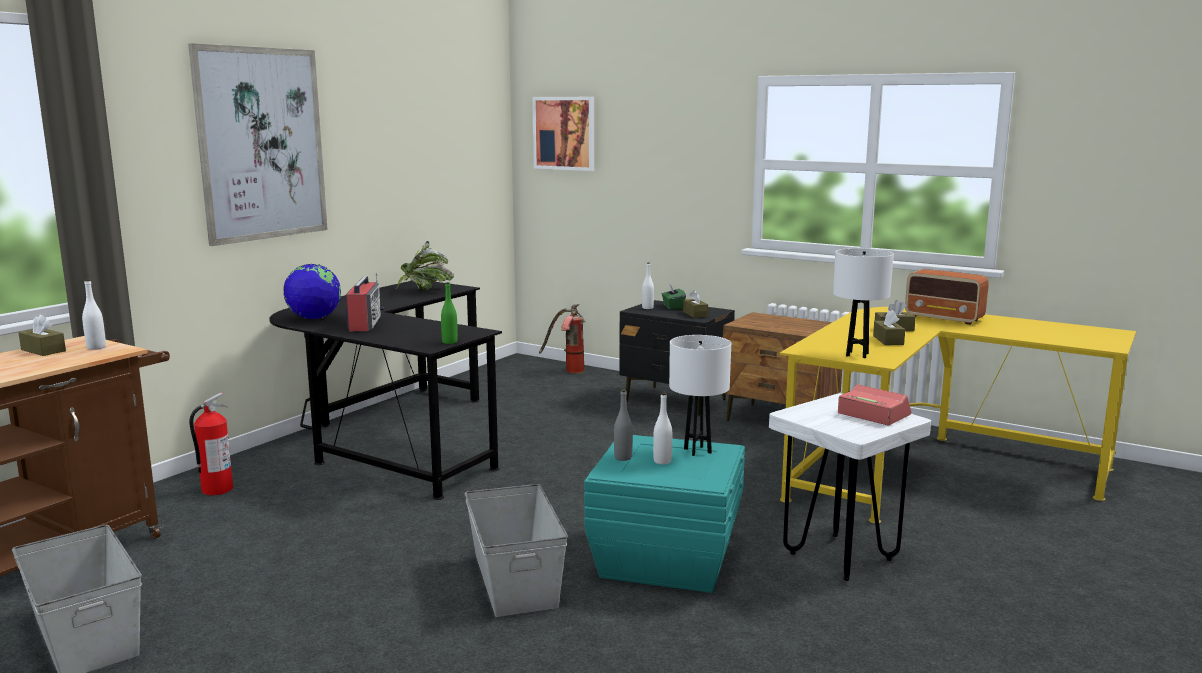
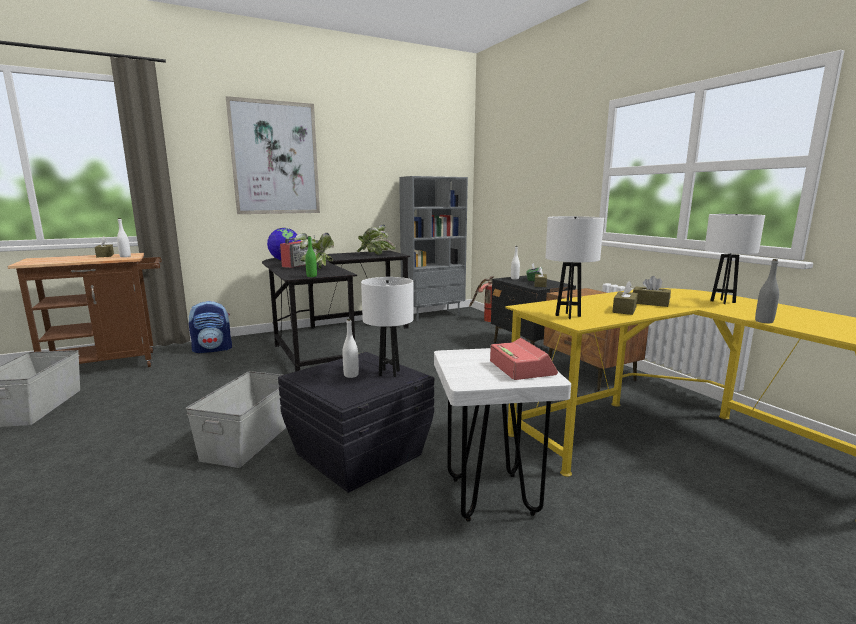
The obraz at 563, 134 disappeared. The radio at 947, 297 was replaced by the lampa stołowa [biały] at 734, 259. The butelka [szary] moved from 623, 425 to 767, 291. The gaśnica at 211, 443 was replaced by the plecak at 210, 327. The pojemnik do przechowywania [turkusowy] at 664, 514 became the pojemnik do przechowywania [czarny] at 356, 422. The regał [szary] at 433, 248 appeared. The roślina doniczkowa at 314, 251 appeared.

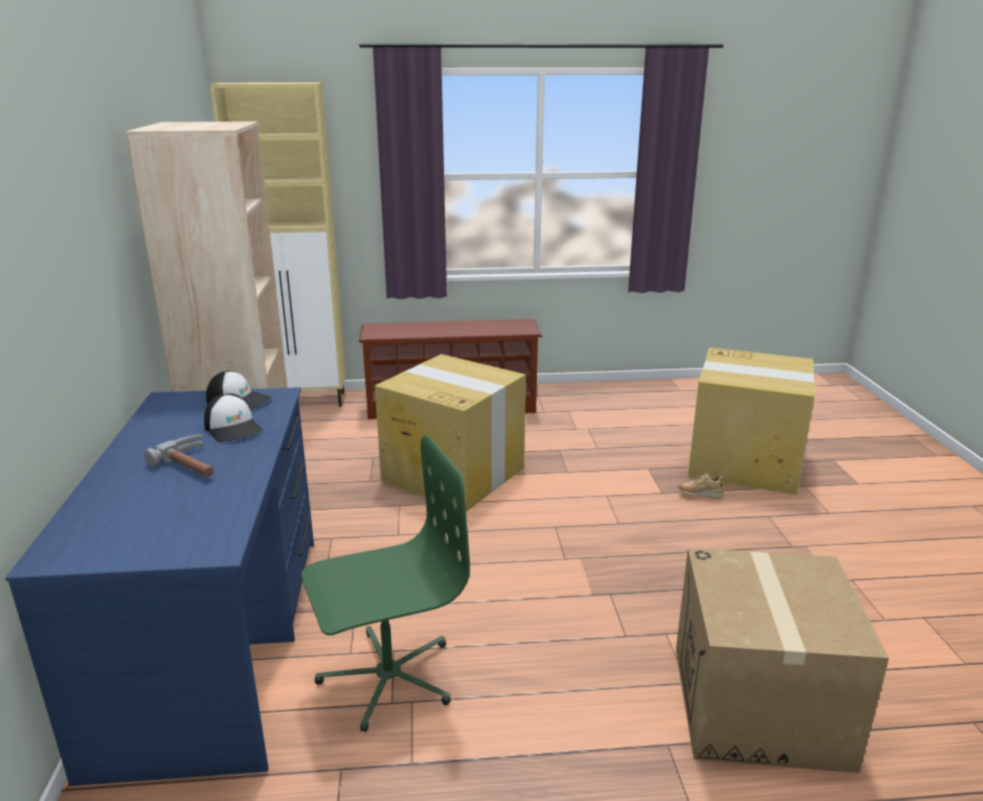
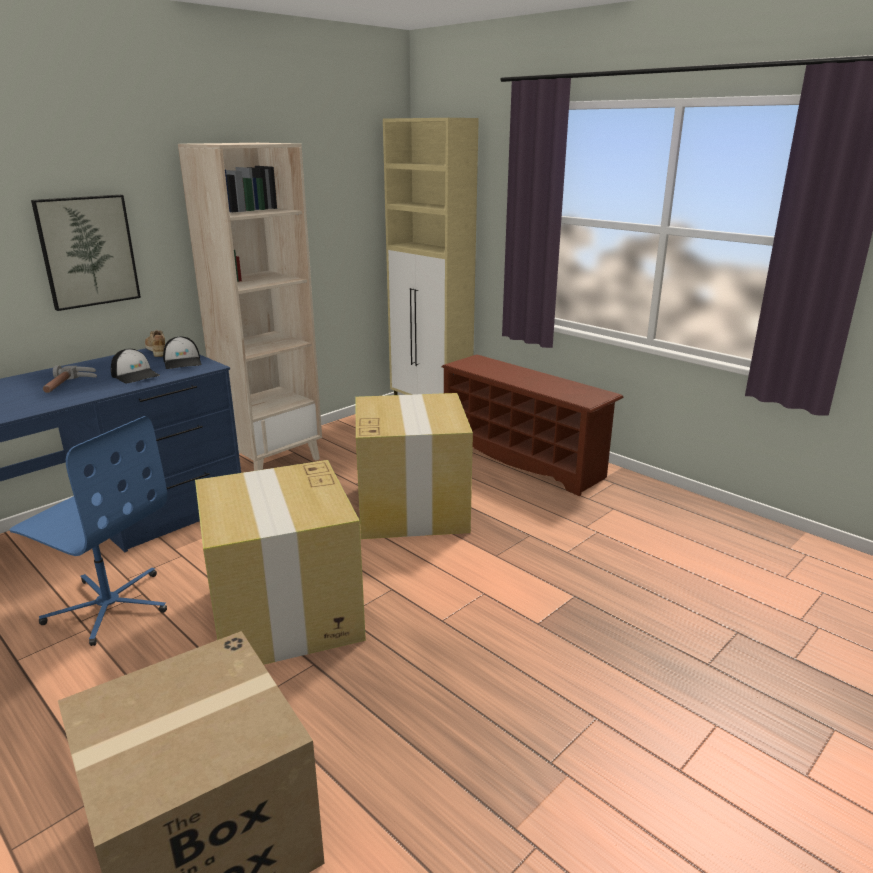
The karton moved from 751, 421 to 280, 562. The czapka z daszkiem at 233, 417 turned 60 degrees counterclockwise. The krzesło biurowe [zielony] at 385, 583 became the krzesło biurowe [niebieski] at 88, 531. The but [beżowy] moved from 701, 485 to 155, 343. The obraz at 86, 253 appeared.

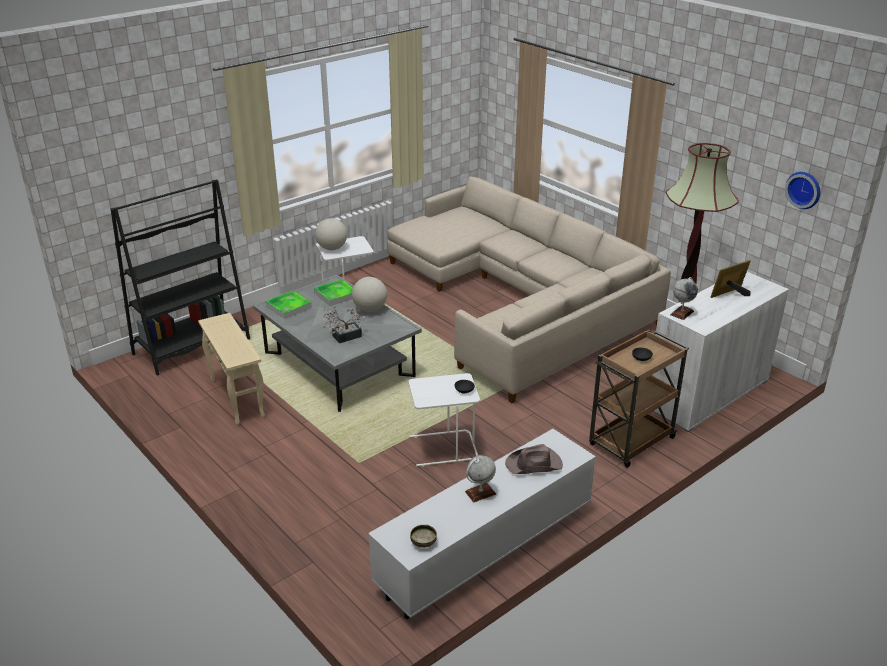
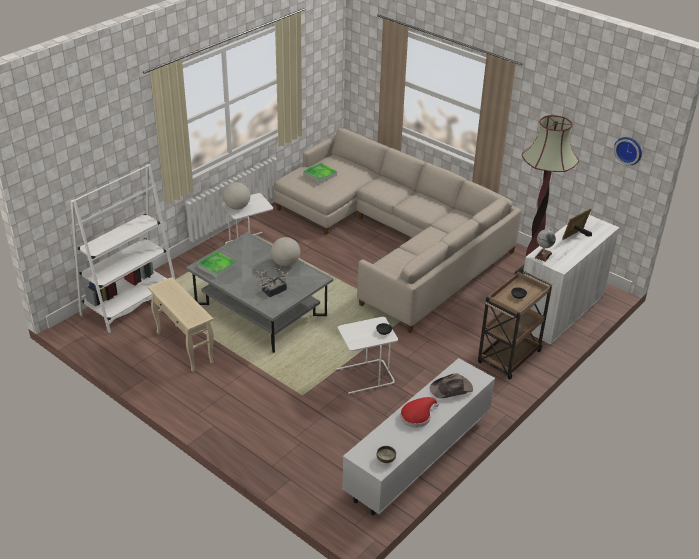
The regał [czarny] at 180, 277 became the regał [biały] at 123, 248. The taca moved from 333, 292 to 320, 173. The globus at 480, 478 was replaced by the kapelusz [czerwony] at 419, 412.

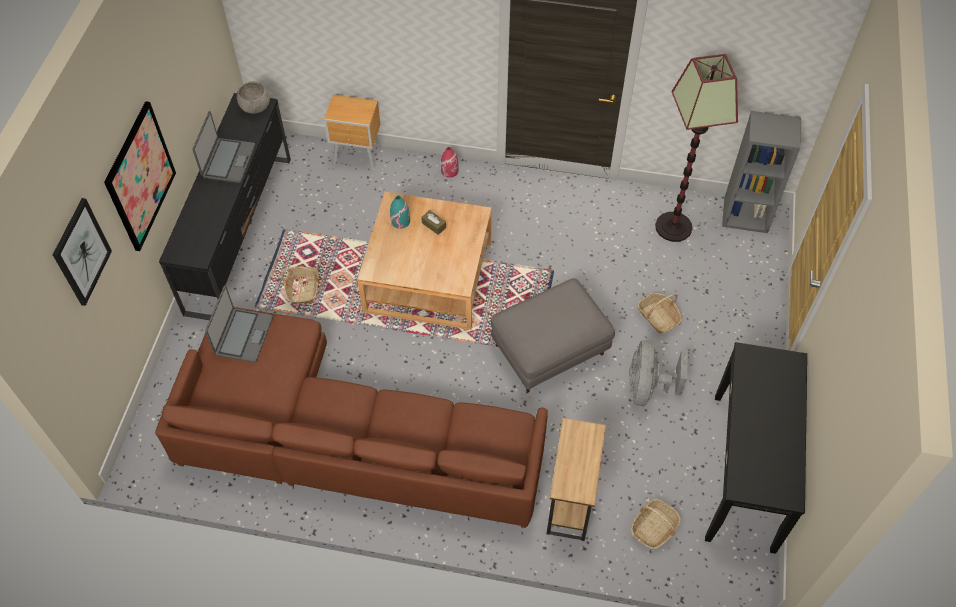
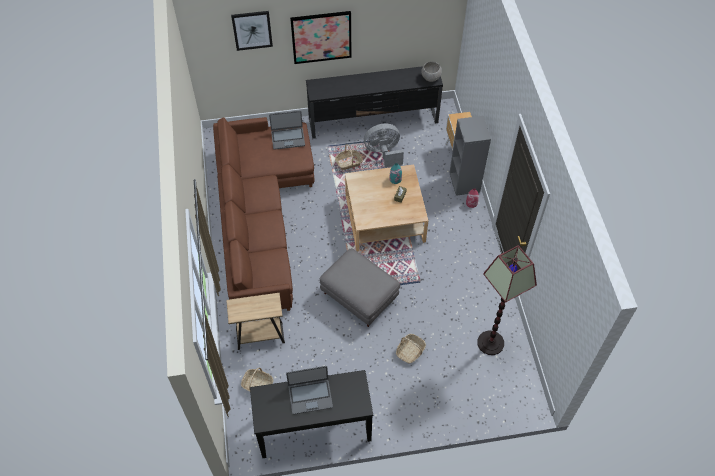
The laptop moved from 223, 147 to 309, 390. The regał [szary] moved from 761, 172 to 470, 156. The wentylator [szary] moved from 658, 373 to 384, 145.

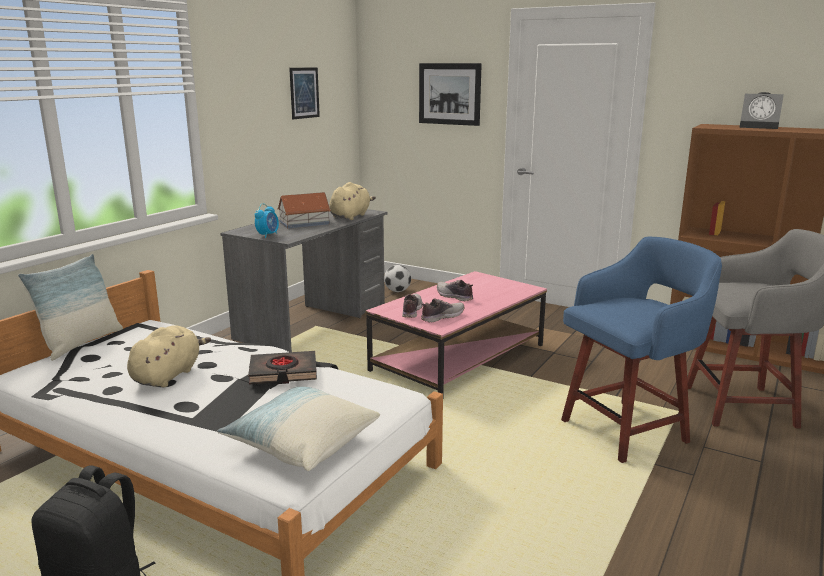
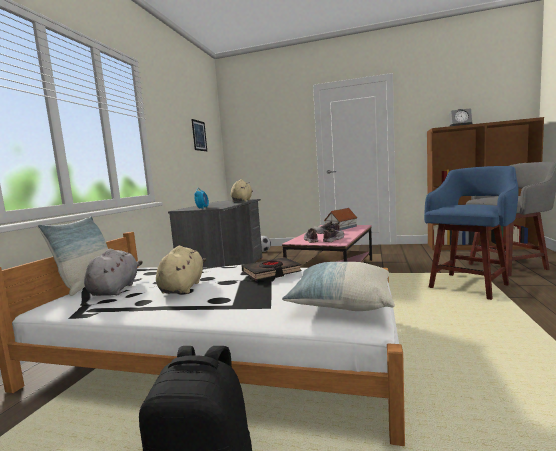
The obraz at 450, 94 disappeared. The domek moved from 304, 210 to 341, 219. The pluszak [szary] at 113, 272 appeared.

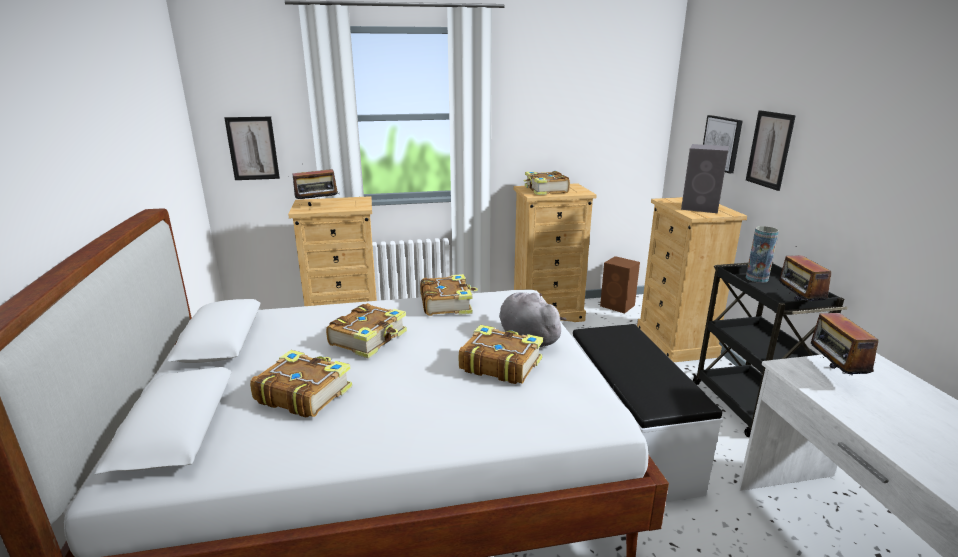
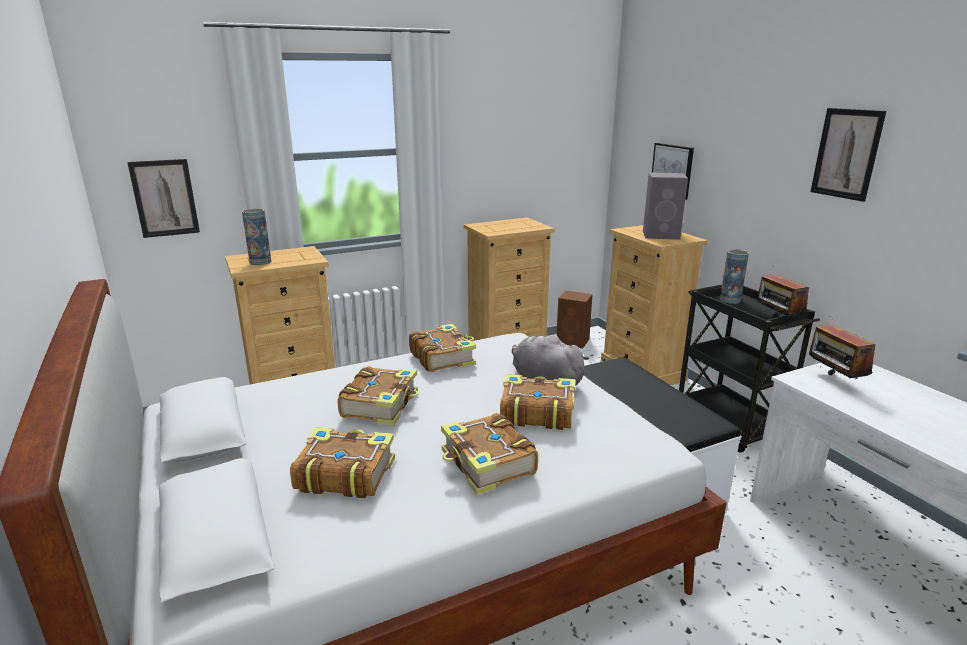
The obraz moved from 771, 150 to 848, 155. The radio at 316, 185 was replaced by the wazon at 256, 237. The książka moved from 546, 183 to 489, 454.

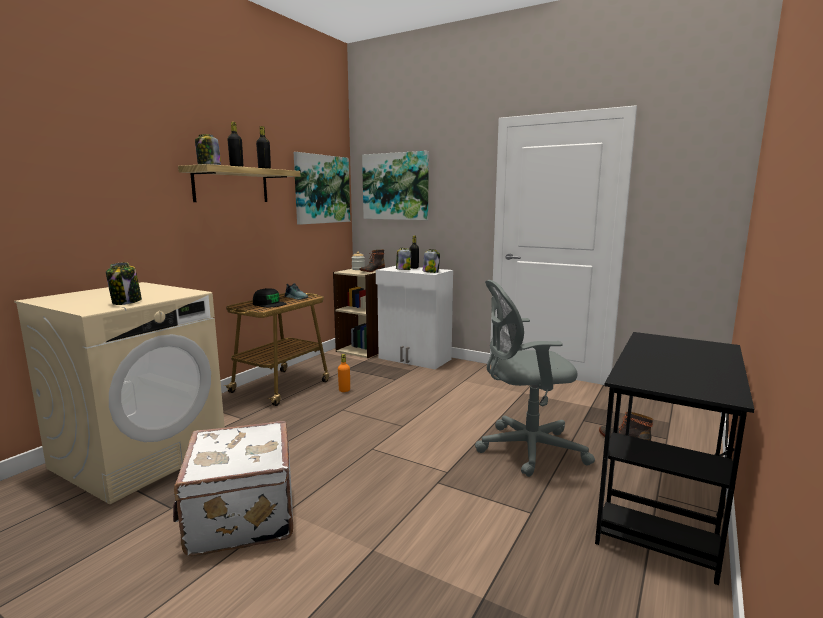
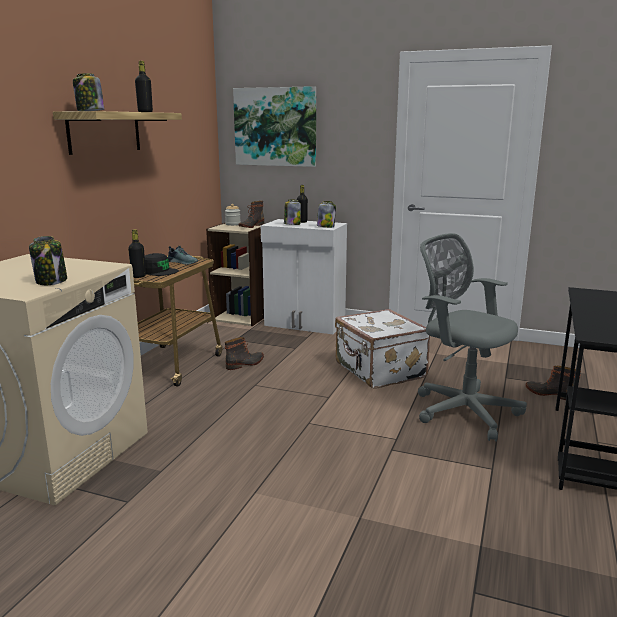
The butelka [czarny] moved from 235, 144 to 137, 253. The obraz at 322, 188 disappeared. The krzesło biurowe [szary] at 535, 378 turned 60 degrees clockwise. The butelka [pomarańczowy] at 344, 373 was replaced by the but z cholewką at 244, 353. The walizka [biały] moved from 233, 488 to 382, 349.

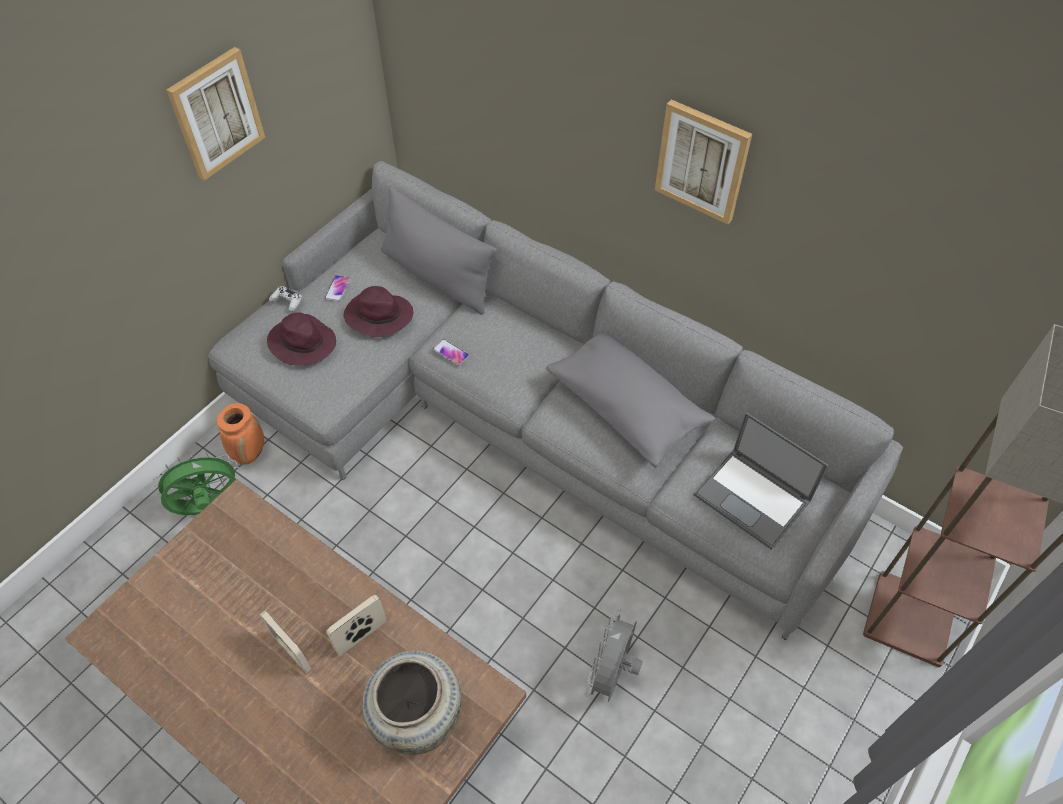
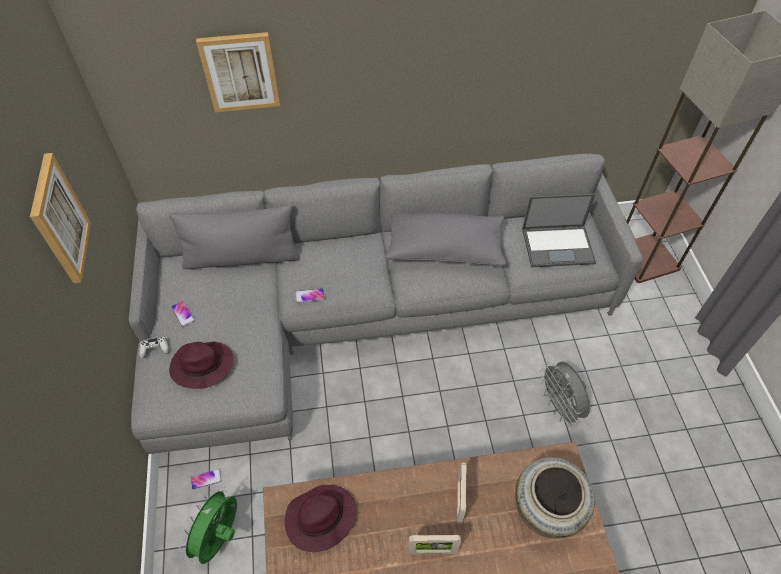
The obraz moved from 703, 162 to 238, 72. The kapelusz [fioletowy] moved from 378, 311 to 320, 518. The wazon [pomarańczowy] at 240, 434 was replaced by the telefon at 206, 479.

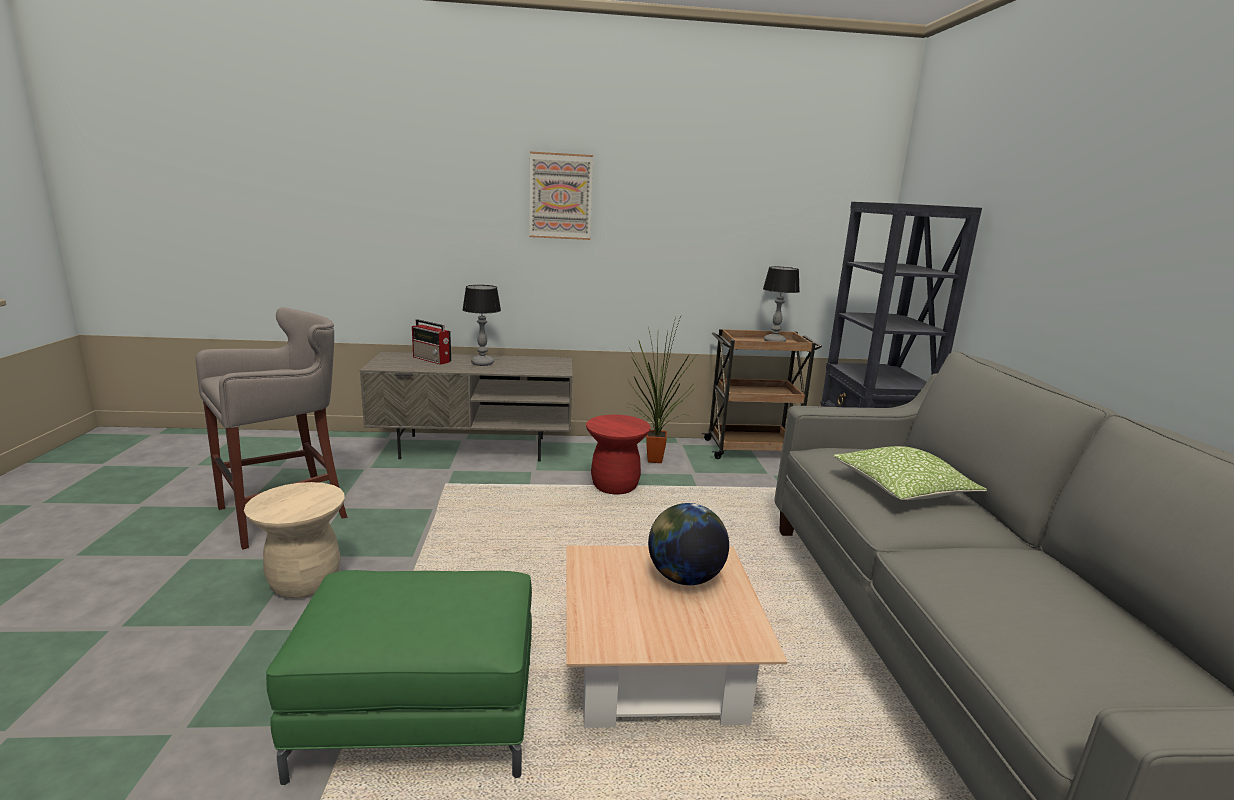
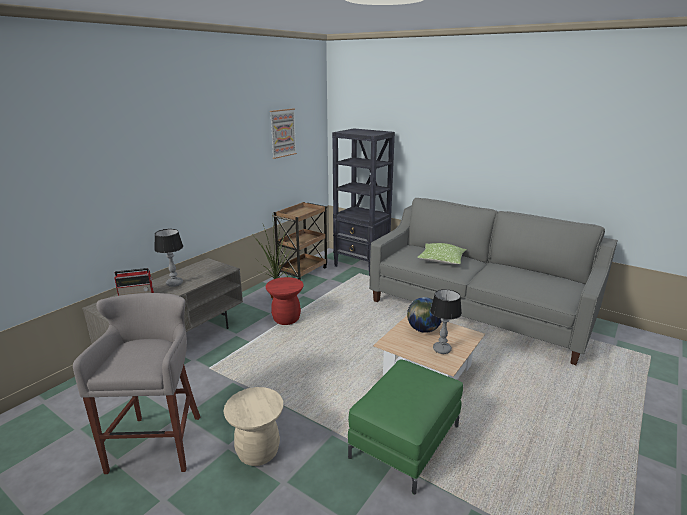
The obraz moved from 561, 196 to 283, 133. The lampa stołowa moved from 781, 304 to 446, 321.

